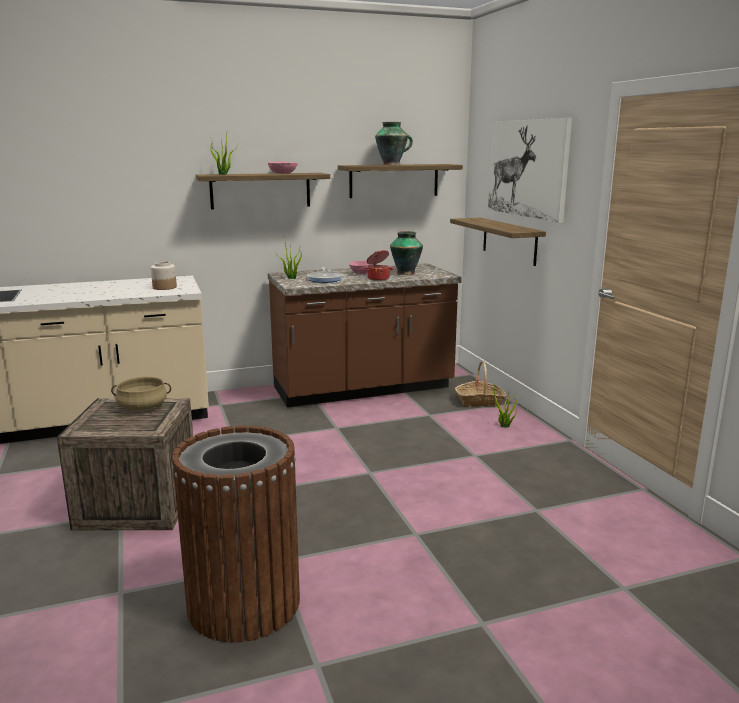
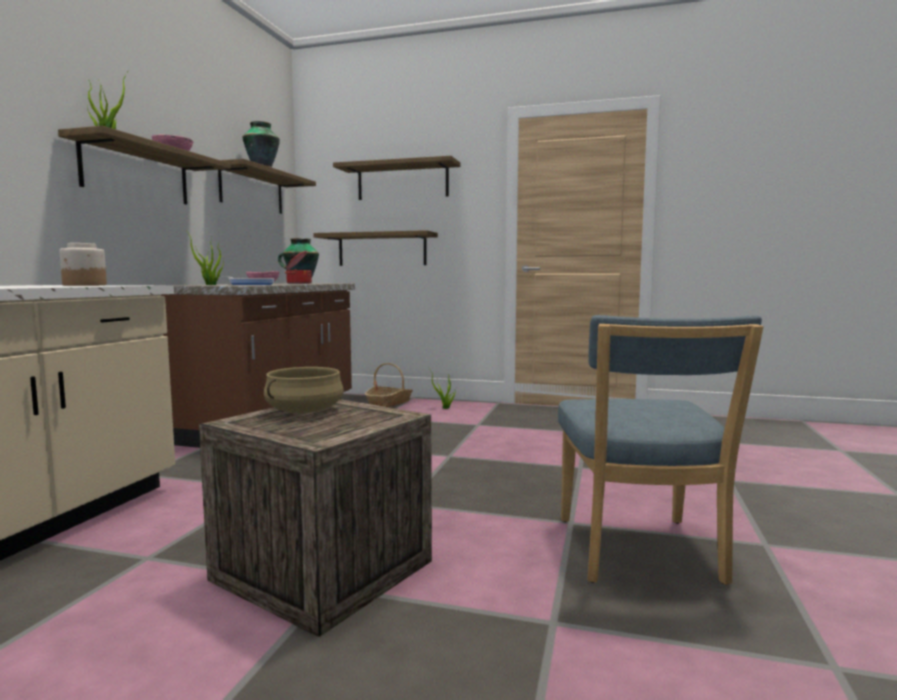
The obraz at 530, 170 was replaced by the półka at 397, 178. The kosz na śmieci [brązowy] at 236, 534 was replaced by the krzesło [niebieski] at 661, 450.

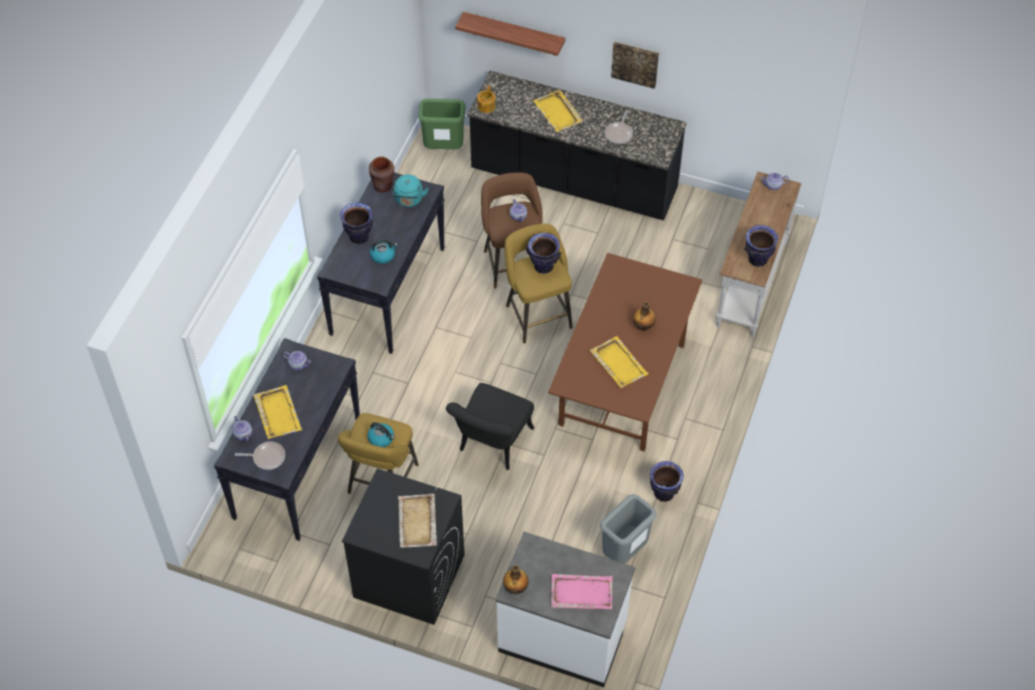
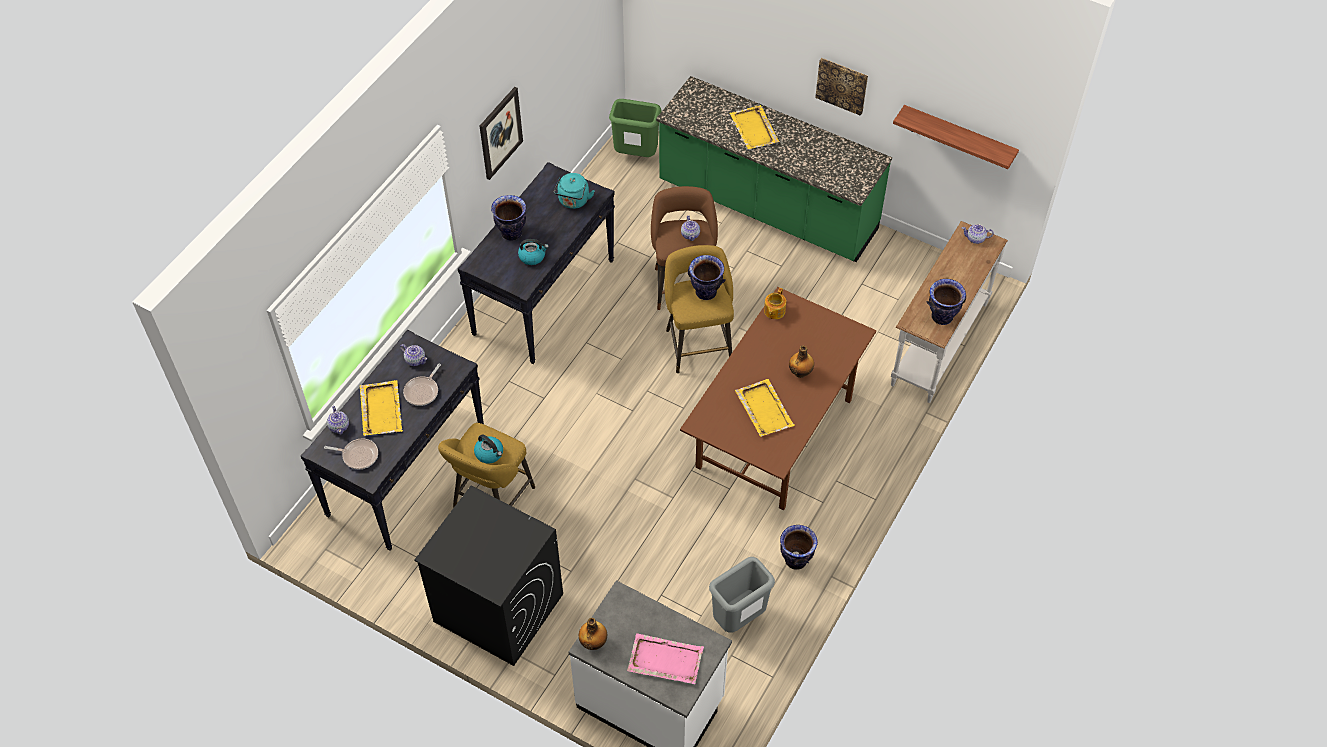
The półka moved from 510, 34 to 956, 137. The zabudowa kuchenna [czarny] at 577, 146 became the zabudowa kuchenna [zielony] at 774, 169. The imbryk moved from 486, 99 to 775, 303. The patelnia moved from 619, 127 to 422, 385. The wazon [brązowy] at 381, 175 disappeared. The krzesło [czarny] at 490, 426 disappeared. The taca [beżowy] at 417, 521 disappeared. The obraz at 501, 133 appeared.

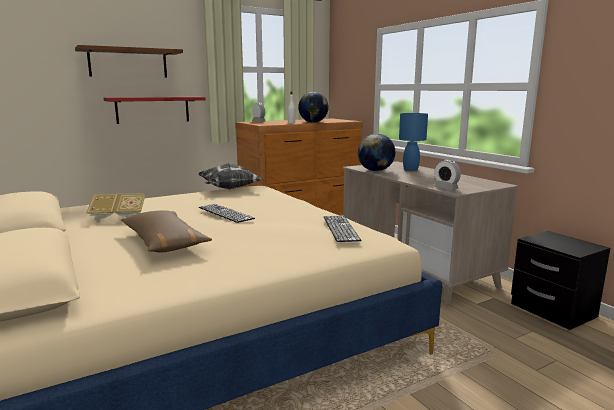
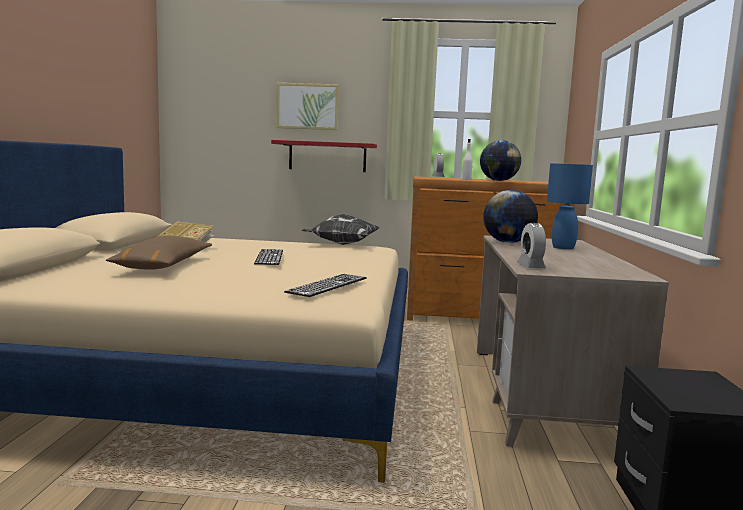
The półka [brązowy] at 129, 61 was replaced by the obraz at 307, 106.

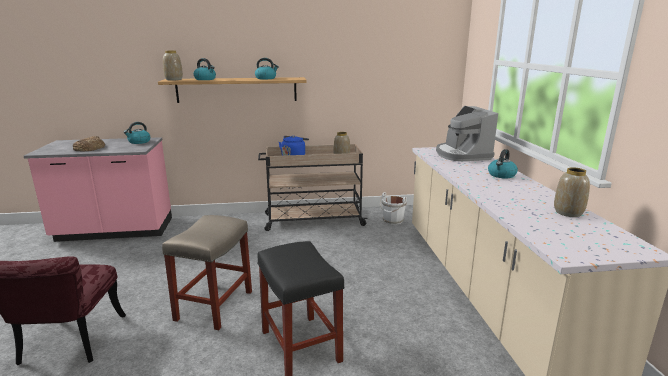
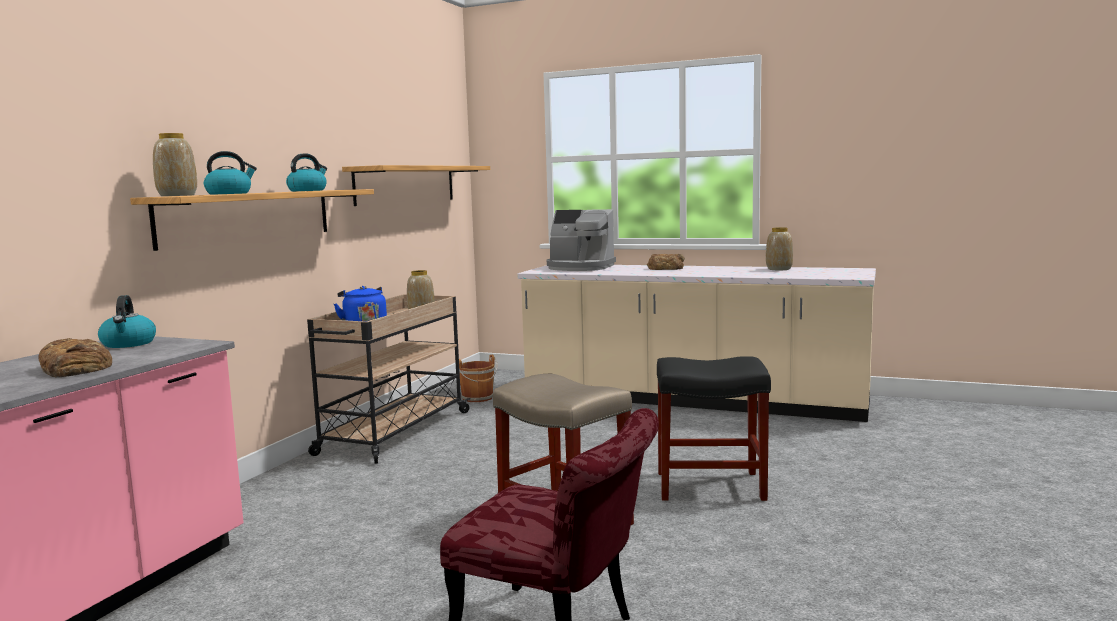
The czajnik at 503, 163 was replaced by the chleb at 666, 262. The wiadro [biały] at 393, 208 became the wiadro [brązowy] at 478, 378. The półka at 416, 185 appeared.

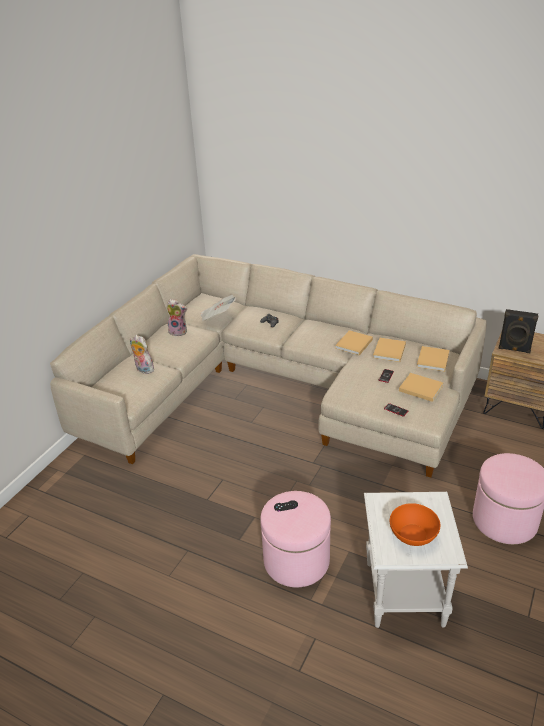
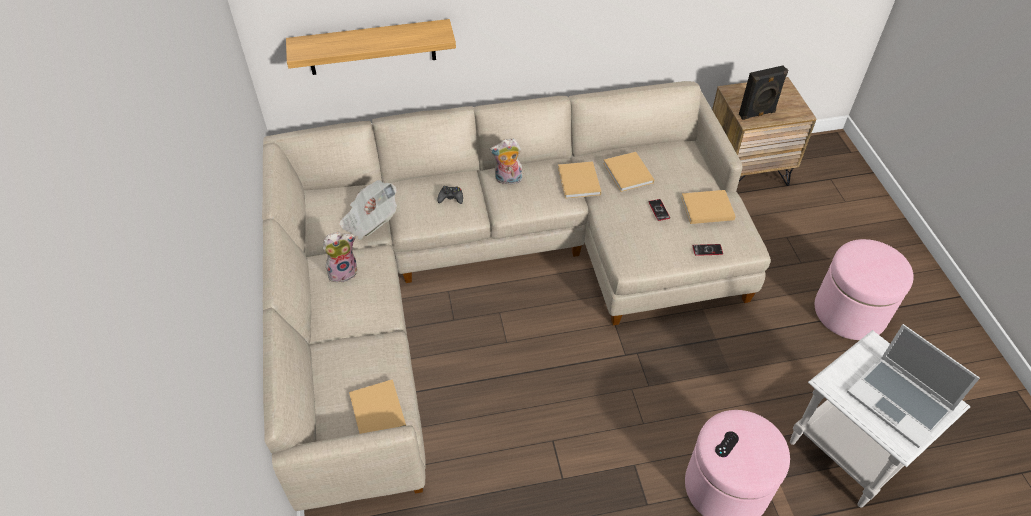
The pluszak moved from 142, 354 to 506, 162. The książka [beżowy] moved from 433, 359 to 377, 406. The miska [pomarańczowy] at 415, 524 was replaced by the laptop at 913, 386. The półka at 371, 47 appeared.

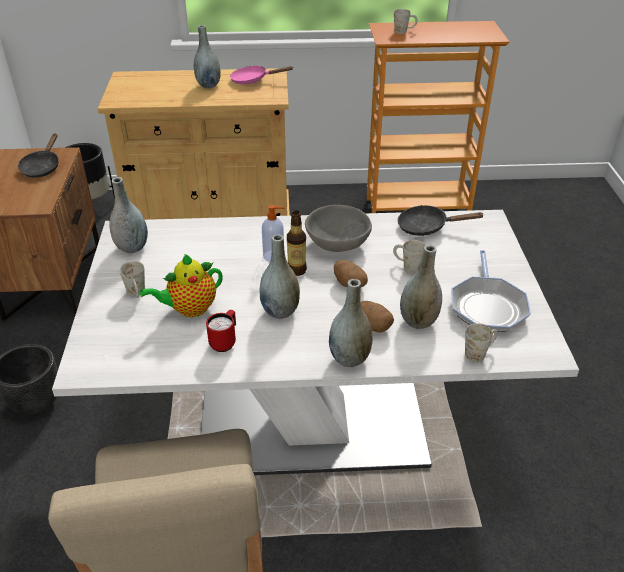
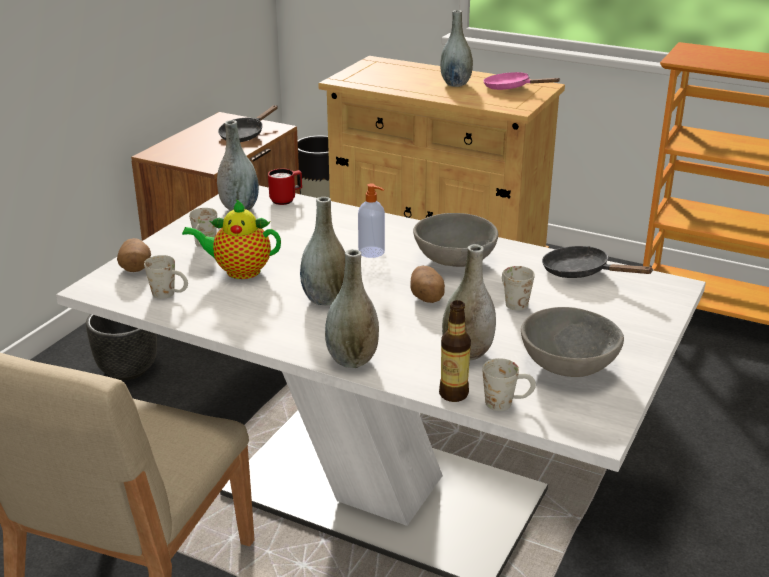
The kubek [biały] moved from 406, 21 to 166, 277. The butelka moved from 297, 243 to 455, 351. The patelnia at 491, 291 was replaced by the miska [szary] at 572, 342. The ziemniak moved from 377, 316 to 134, 255. The kubek [czerwony] moved from 221, 331 to 285, 187.

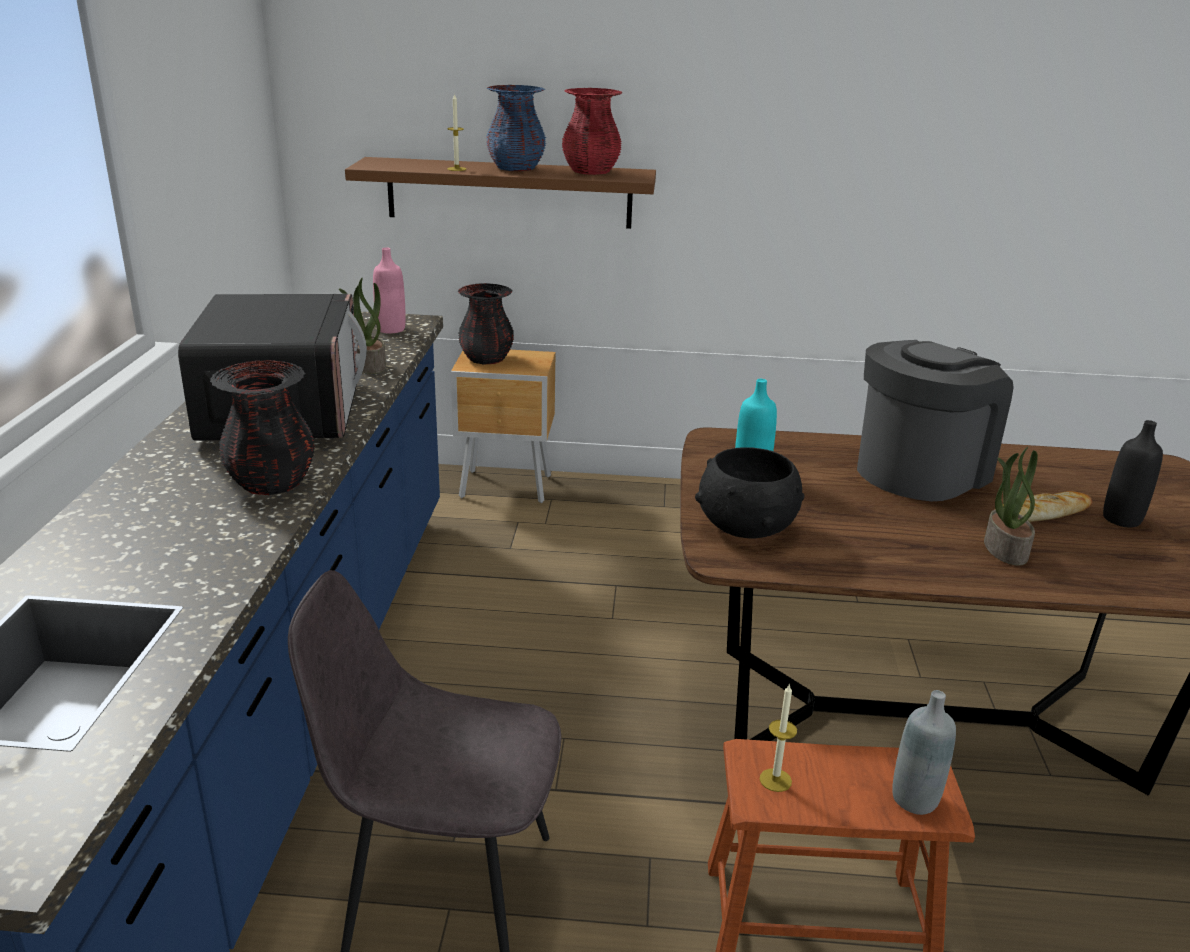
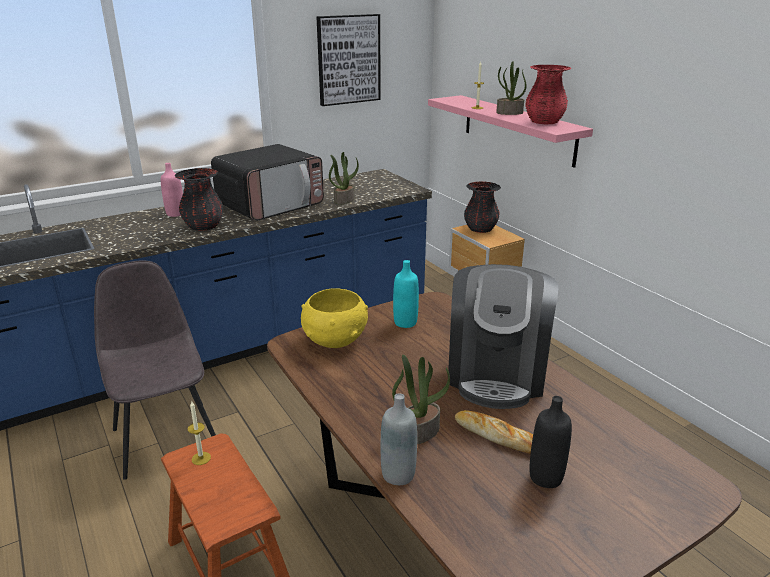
The wazon [niebieski] at 516, 128 was replaced by the roślina doniczkowa at 511, 88. The półka [brązowy] at 500, 193 became the półka [różowy] at 510, 131. The butelka [różowy] moved from 389, 290 to 172, 190. The ekspres do kawy at 935, 420 turned 90 degrees clockwise. The miska [czarny] at 749, 493 became the miska [żółty] at 334, 318. The butelka [szary] moved from 924, 752 to 399, 439. The obraz at 348, 60 appeared.

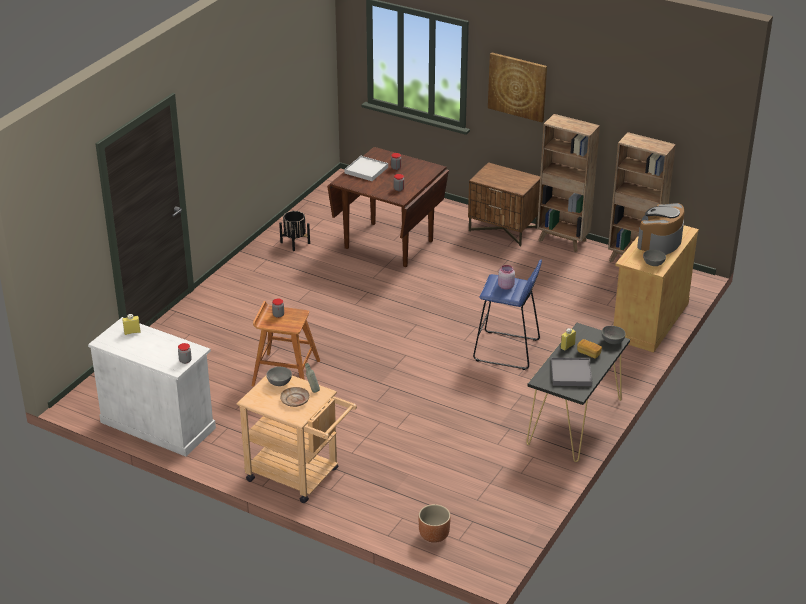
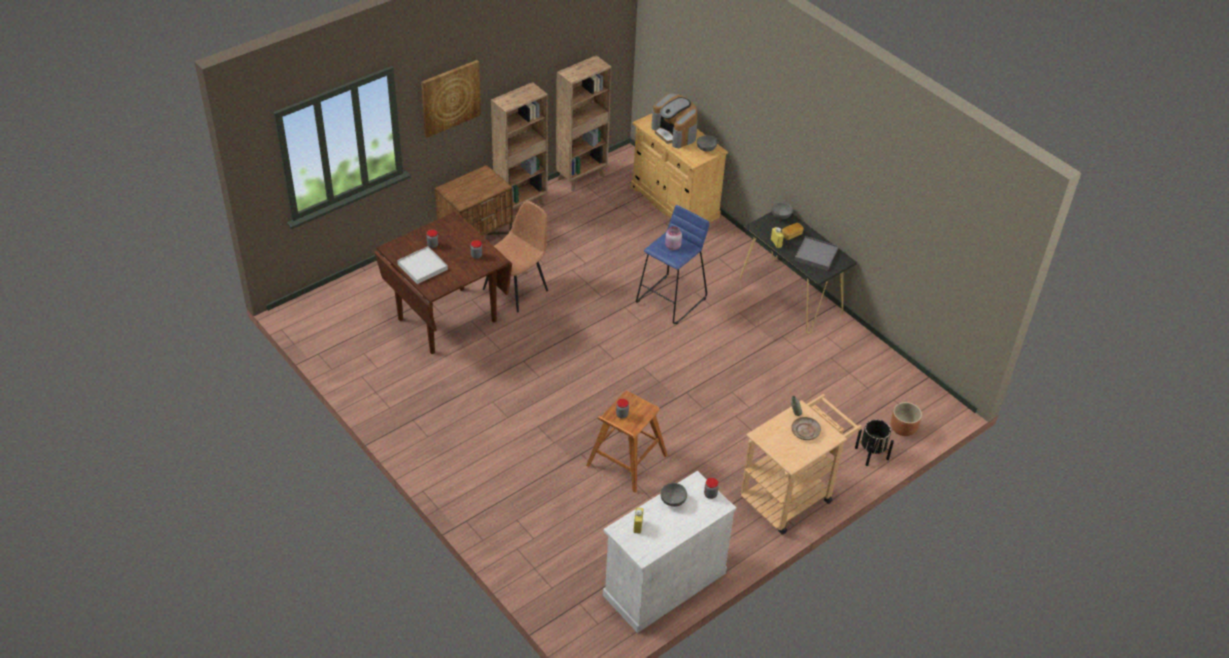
The donica [czarny] moved from 294, 231 to 874, 442. The miska [szary] moved from 279, 376 to 673, 495. The krzesło [brązowy] at 515, 257 appeared.

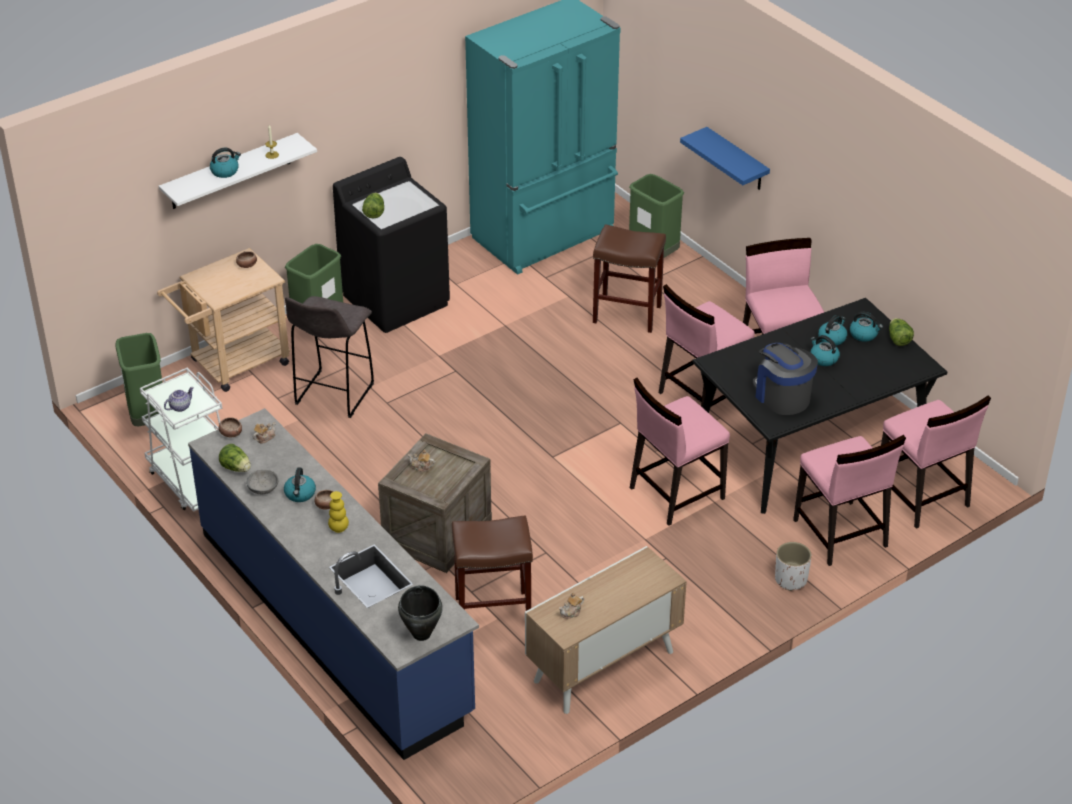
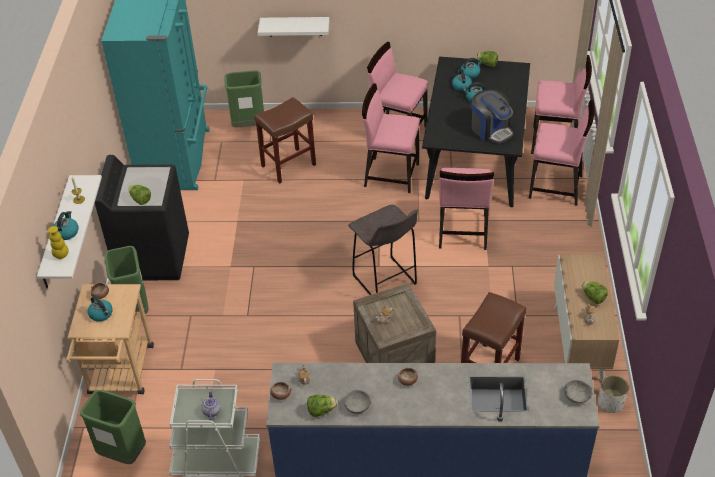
The półka [niebieski] at 725, 158 became the półka [biały] at 294, 27. The krzesło [różowy] at 707, 345 turned 105 degrees clockwise. The stołek [szary] moved from 329, 357 to 383, 250. The ekspres do kawy at 785, 379 turned 135 degrees counterclockwise. The czajnik moved from 300, 485 to 100, 309. The wazon [żółty] moved from 338, 512 to 58, 242. The donica [biały] moved from 793, 566 to 613, 394. The garnek [czarny] at 420, 613 was replaced by the miska [szary] at 578, 391. The sałata at 595, 292 appeared.

